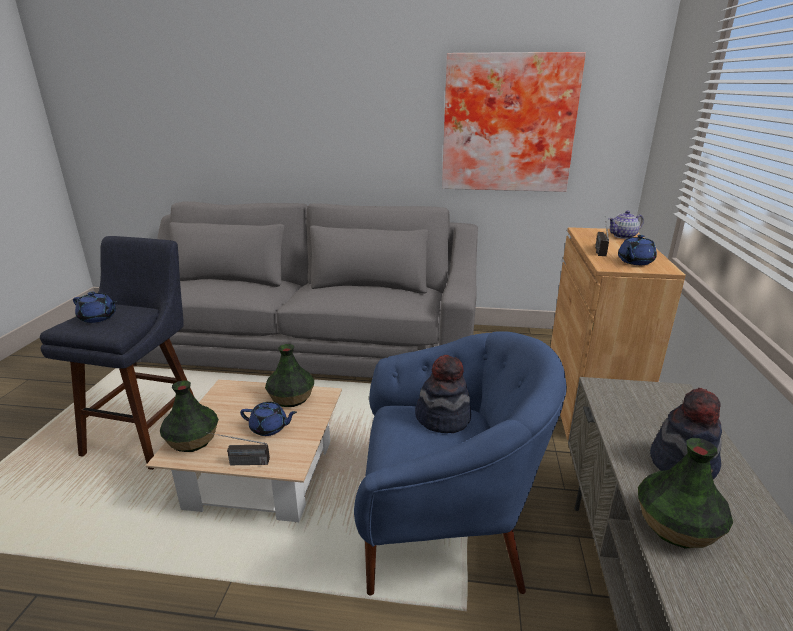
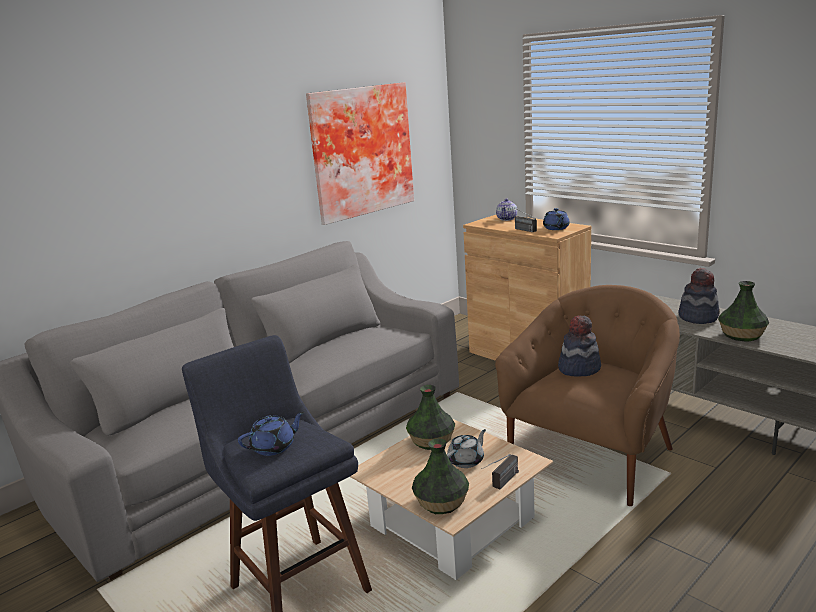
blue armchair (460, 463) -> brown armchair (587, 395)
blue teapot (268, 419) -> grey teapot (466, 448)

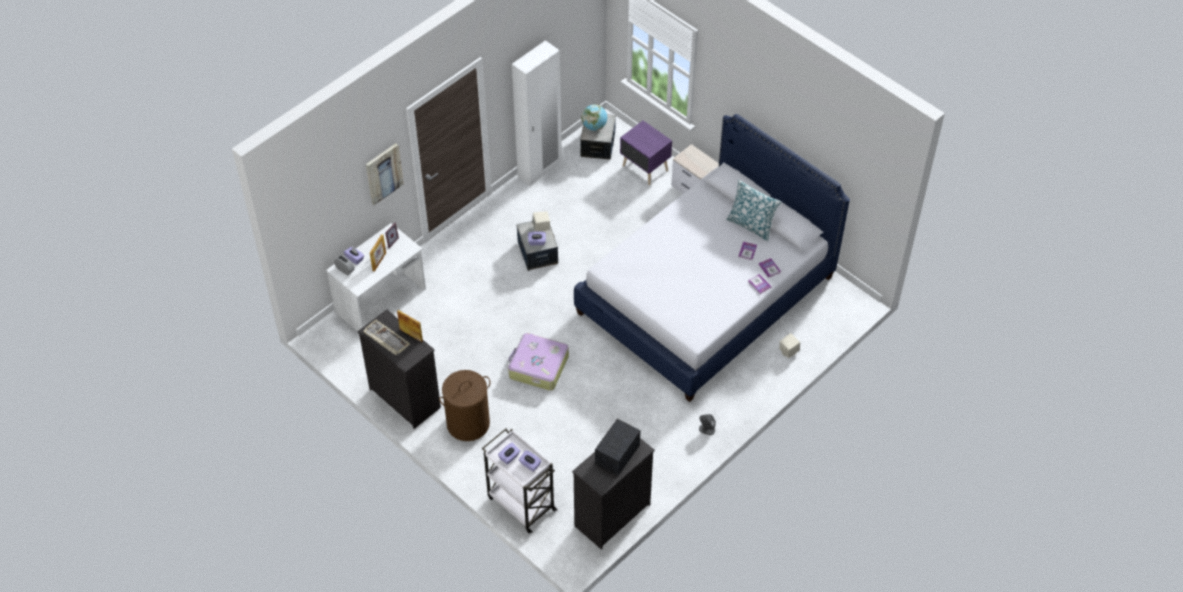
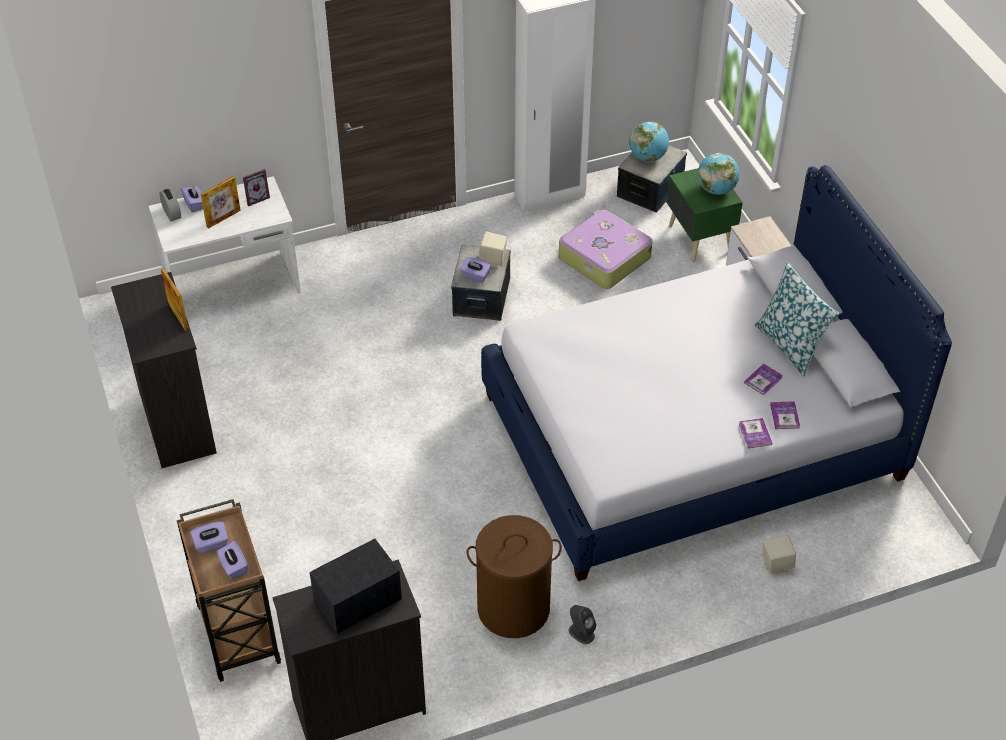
purple nightstand (646, 153) -> green nightstand (704, 215)
picture (385, 174) -> none
keyboard (386, 337) -> none
suitcase (538, 362) -> suitcase (606, 249), relocated
brown laundry basket (465, 405) -> brown laundry basket (514, 576), relocated
white cart (520, 481) -> brown cart (229, 590)
none -> globe (718, 174)

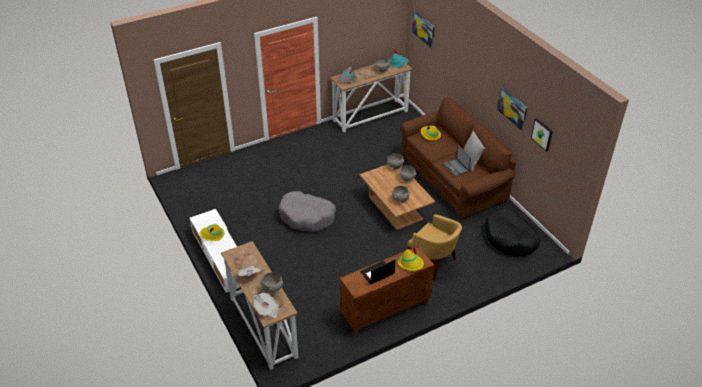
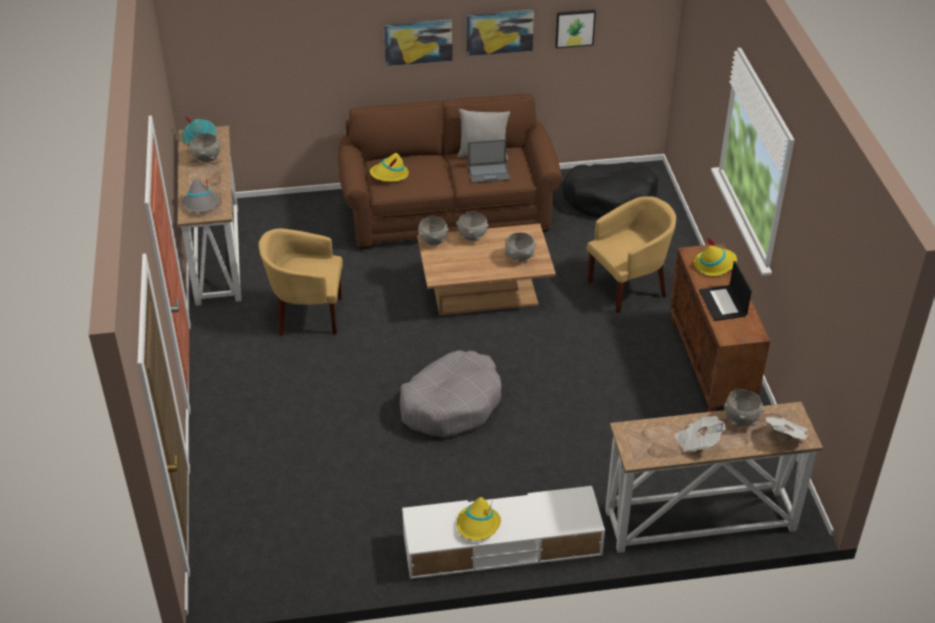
picture (423, 29) -> picture (418, 43), relocated
none -> yellow armchair (300, 282)

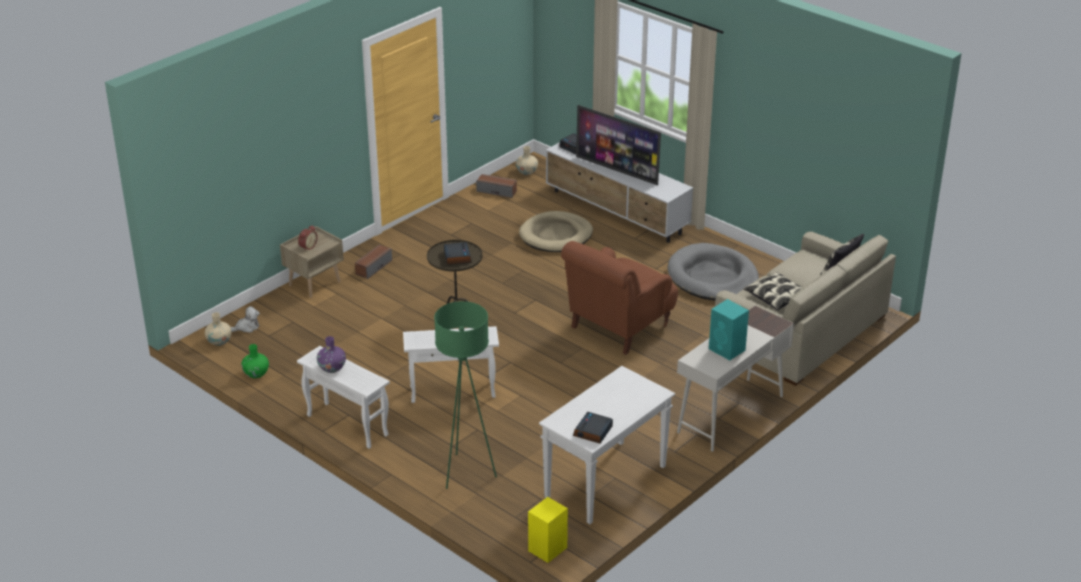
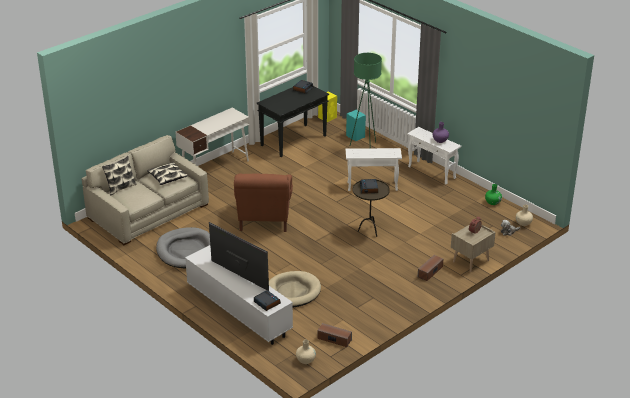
brown armchair (619, 298) -> brown armchair (263, 202), 135 degrees clockwise
turquoise speaker (729, 329) -> turquoise speaker (356, 125), relocated
white console table (607, 445) -> black console table (293, 121)

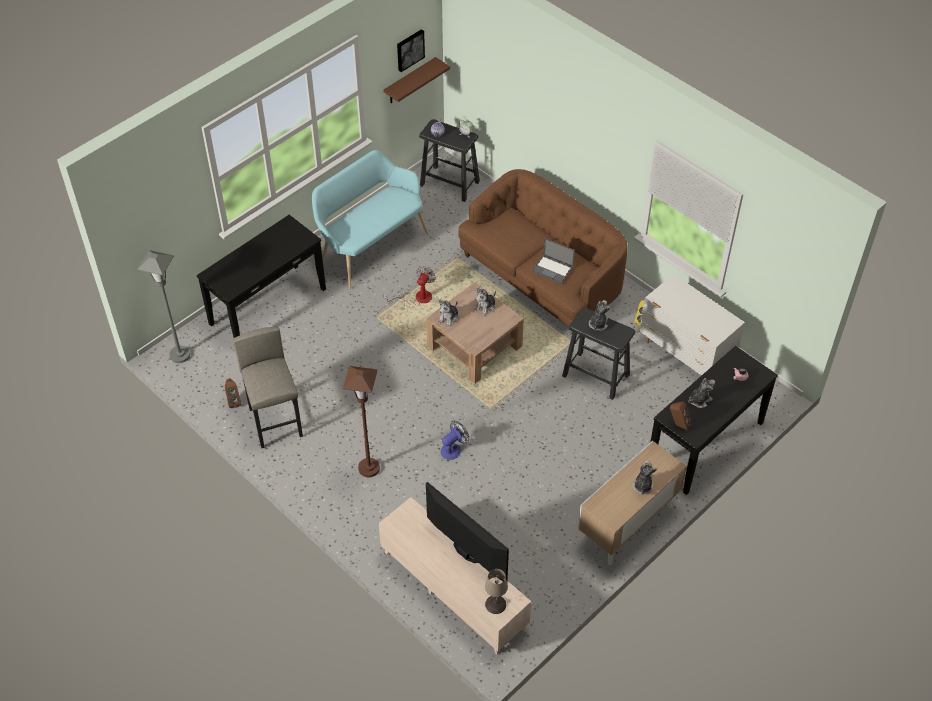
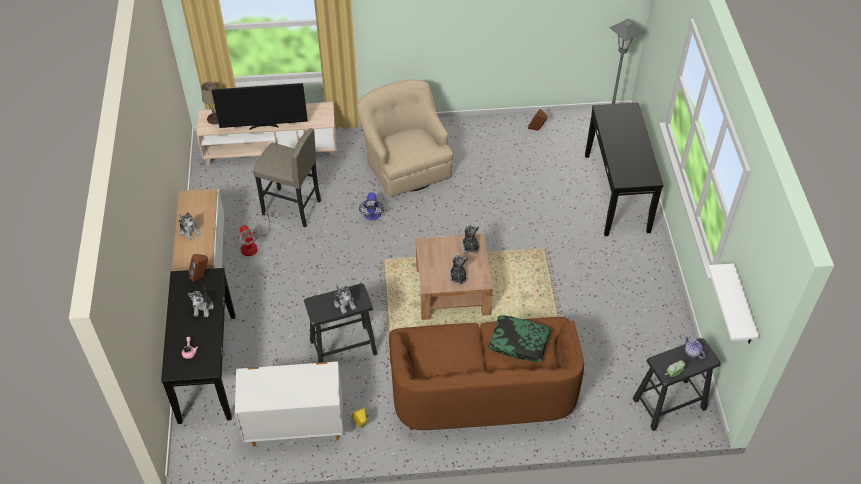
picture (411, 50) -> none
brown shelf (417, 80) -> white shelf (733, 303)
turquoise bench (370, 219) -> none
laptop (553, 261) -> none
fan (409, 286) -> fan (254, 233), relocated
grey stool (268, 387) -> grey stool (287, 177), relocated
brown floor lamp (361, 421) -> beige armchair (405, 139)
none -> pillow (519, 338)

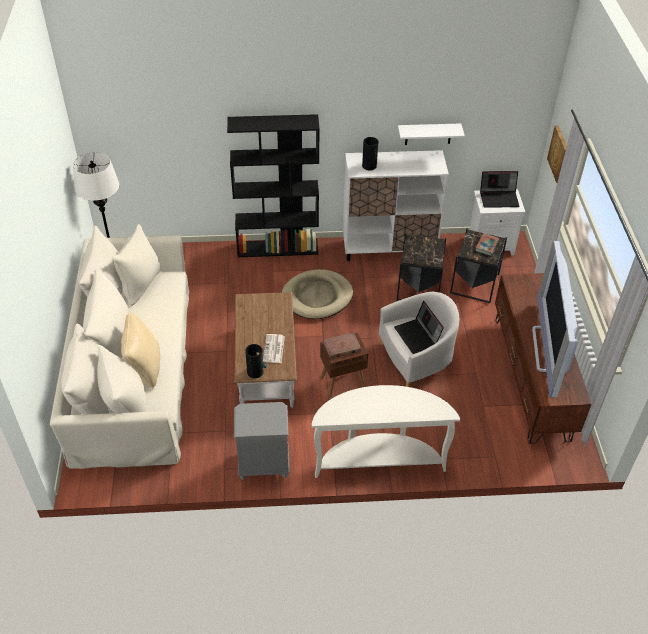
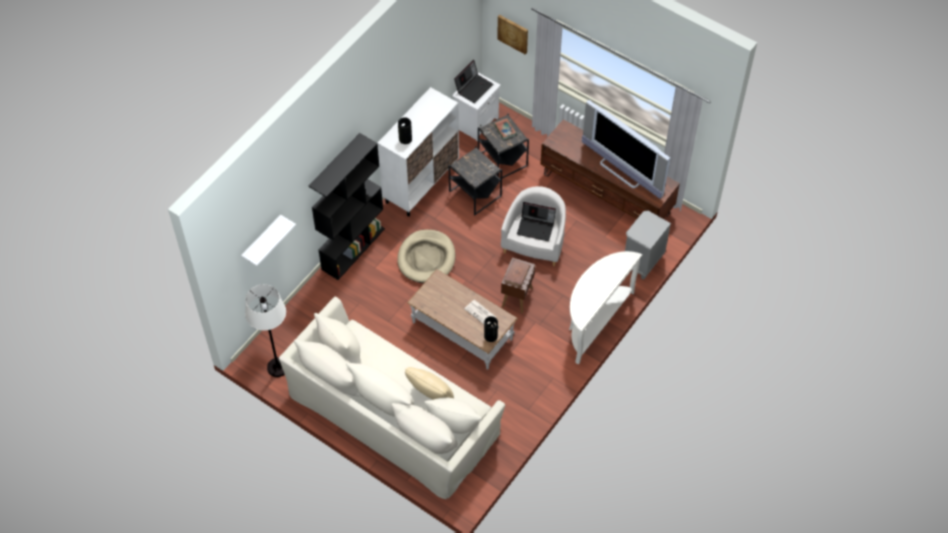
white shelf (431, 134) -> white shelf (268, 240), relocated
grey nightstand (262, 441) -> grey nightstand (648, 245), relocated

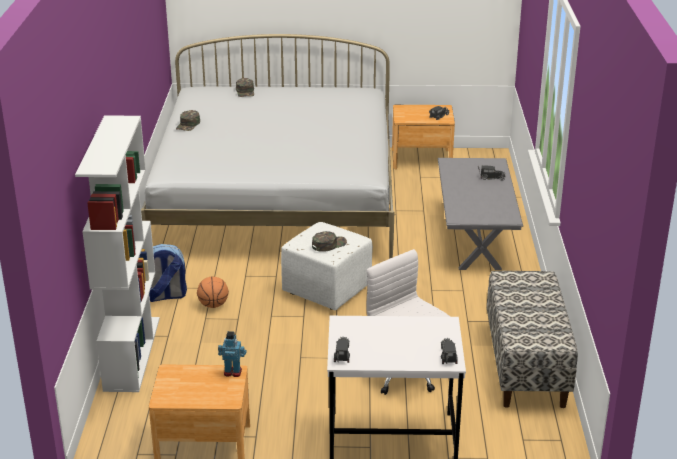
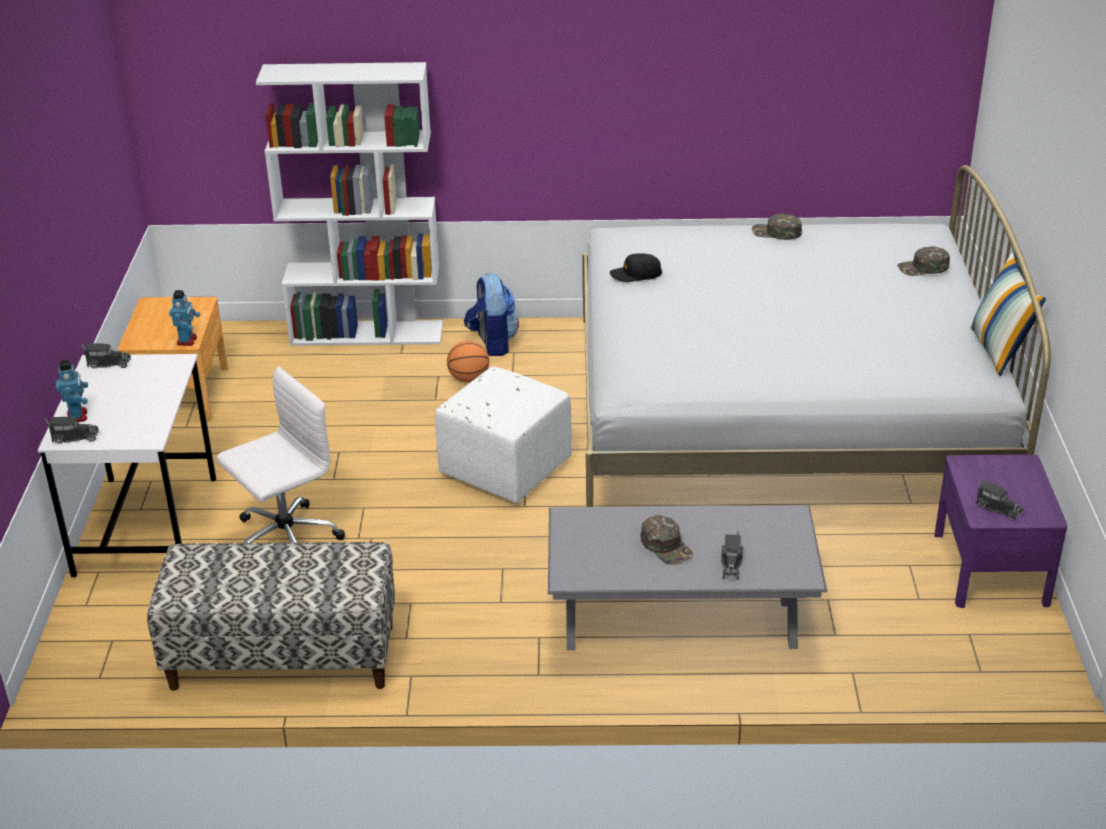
brown nightstand (423, 137) -> purple nightstand (1000, 531)
green cap (329, 241) -> green cap (667, 540), relocated
none -> pillow (1008, 314)
none -> black cap (636, 267)
none -> toy robot (72, 391)

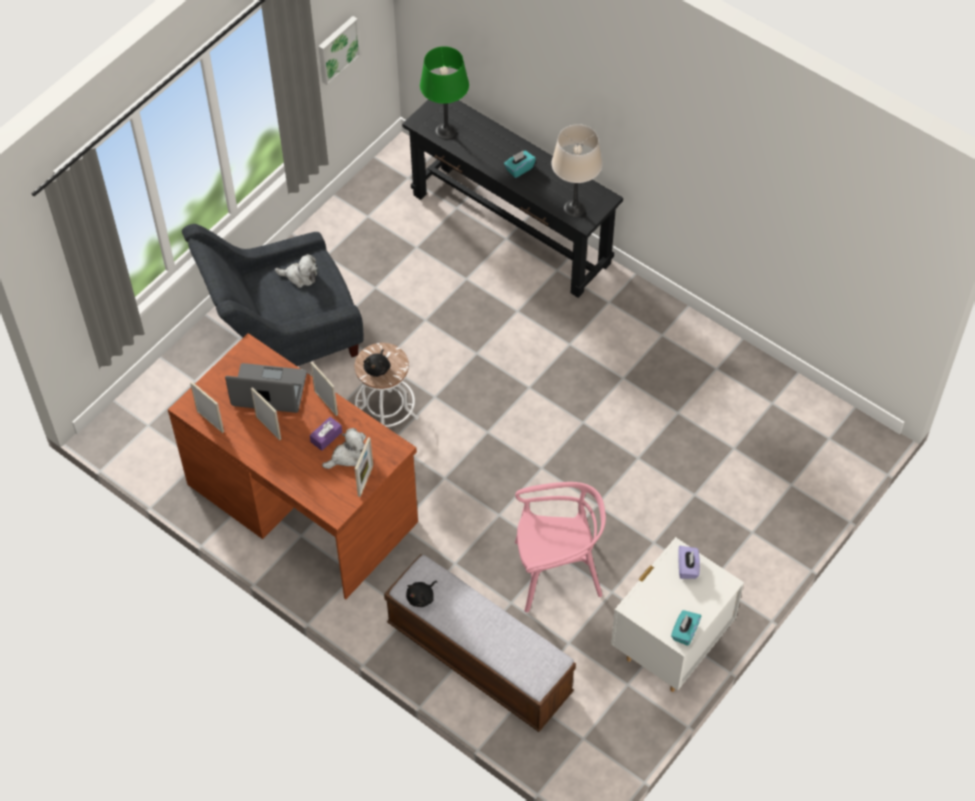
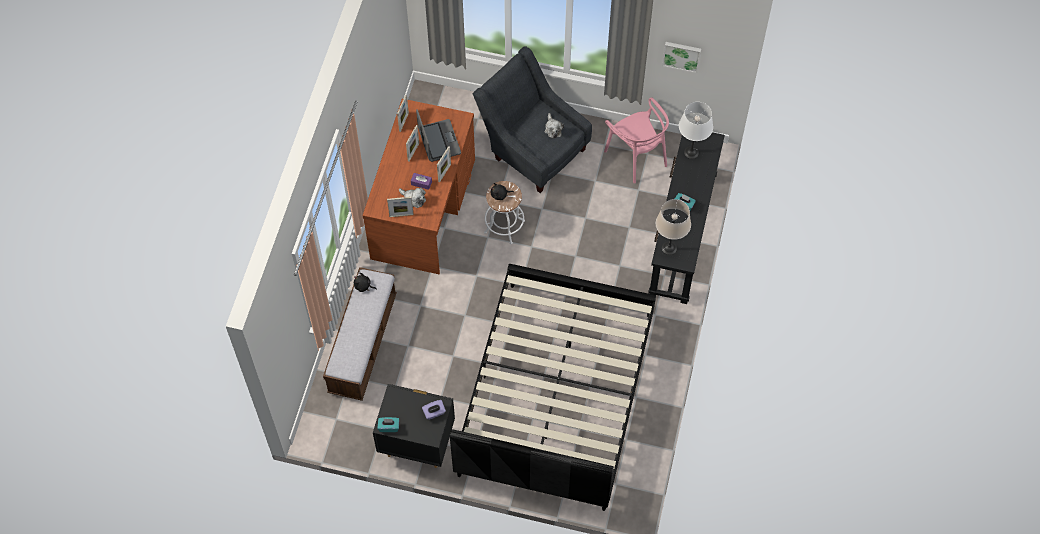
green table lamp (444, 92) -> white table lamp (696, 130)
pink chair (560, 547) -> pink chair (636, 140), relocated
white nightstand (677, 614) -> black nightstand (414, 426)
none -> black bed (553, 387)

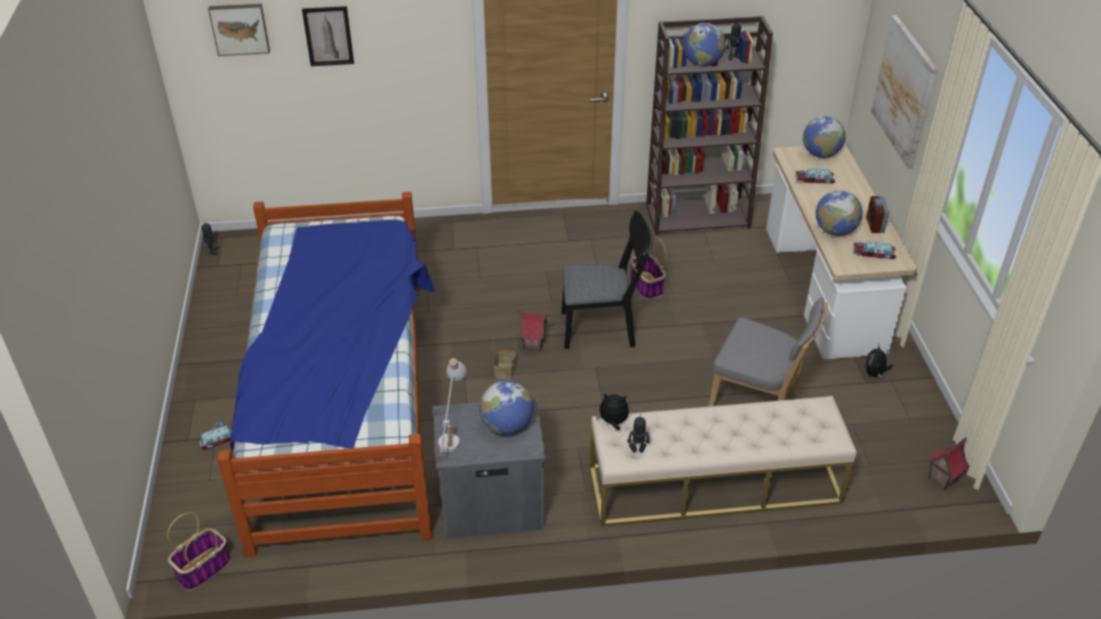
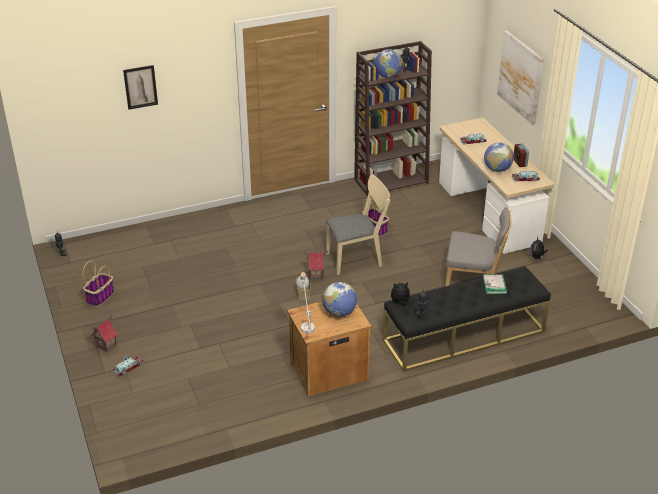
picture (239, 30) -> none
globe (824, 137) -> none
bed (326, 374) -> none
black chair (607, 279) -> beige chair (358, 224)
beige bench (723, 461) -> black bench (467, 319)
grey nightstand (489, 468) -> brown nightstand (329, 349)
toy house (948, 463) -> toy house (104, 333), relocated
basket (199, 551) -> basket (98, 284), relocated
none -> book (495, 284)

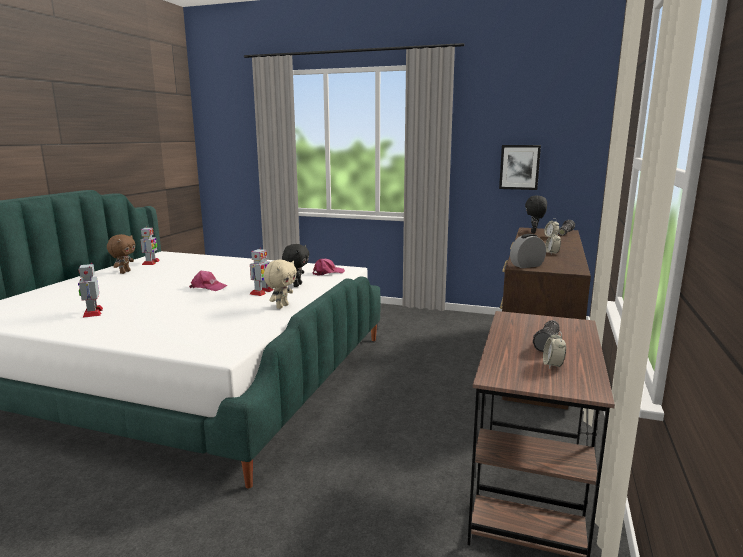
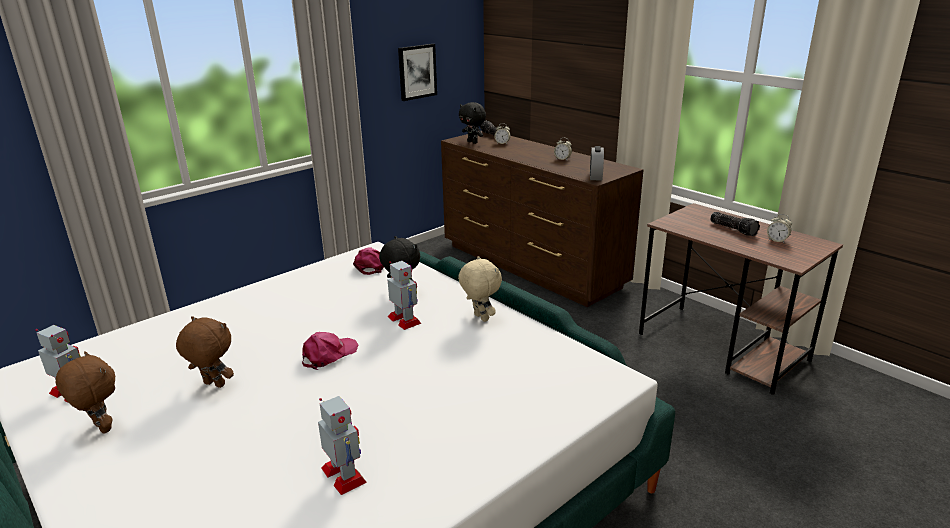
toy robot (90, 290) -> toy robot (342, 445), 135 degrees counterclockwise
none -> brown plush toy (205, 352)

